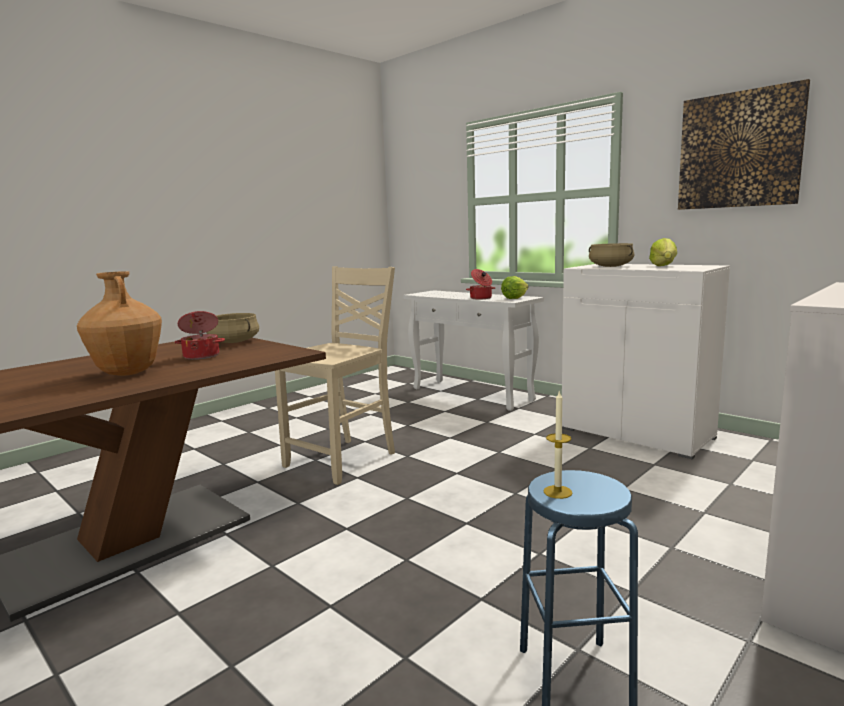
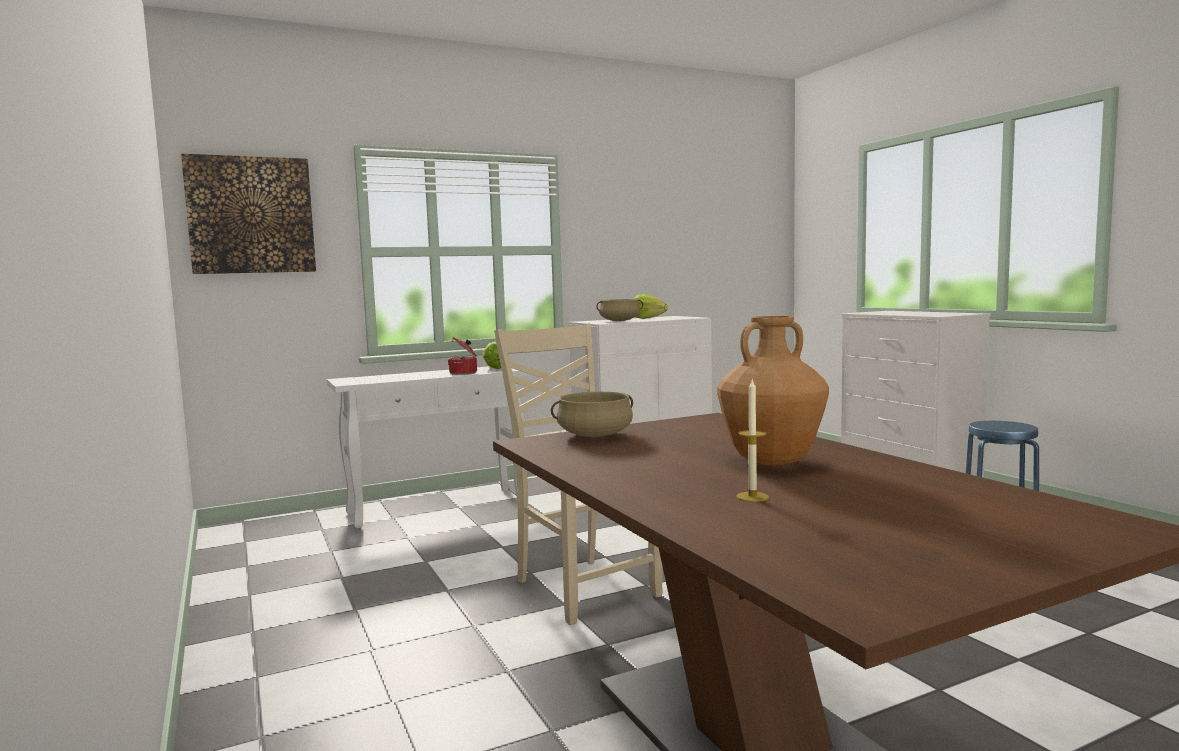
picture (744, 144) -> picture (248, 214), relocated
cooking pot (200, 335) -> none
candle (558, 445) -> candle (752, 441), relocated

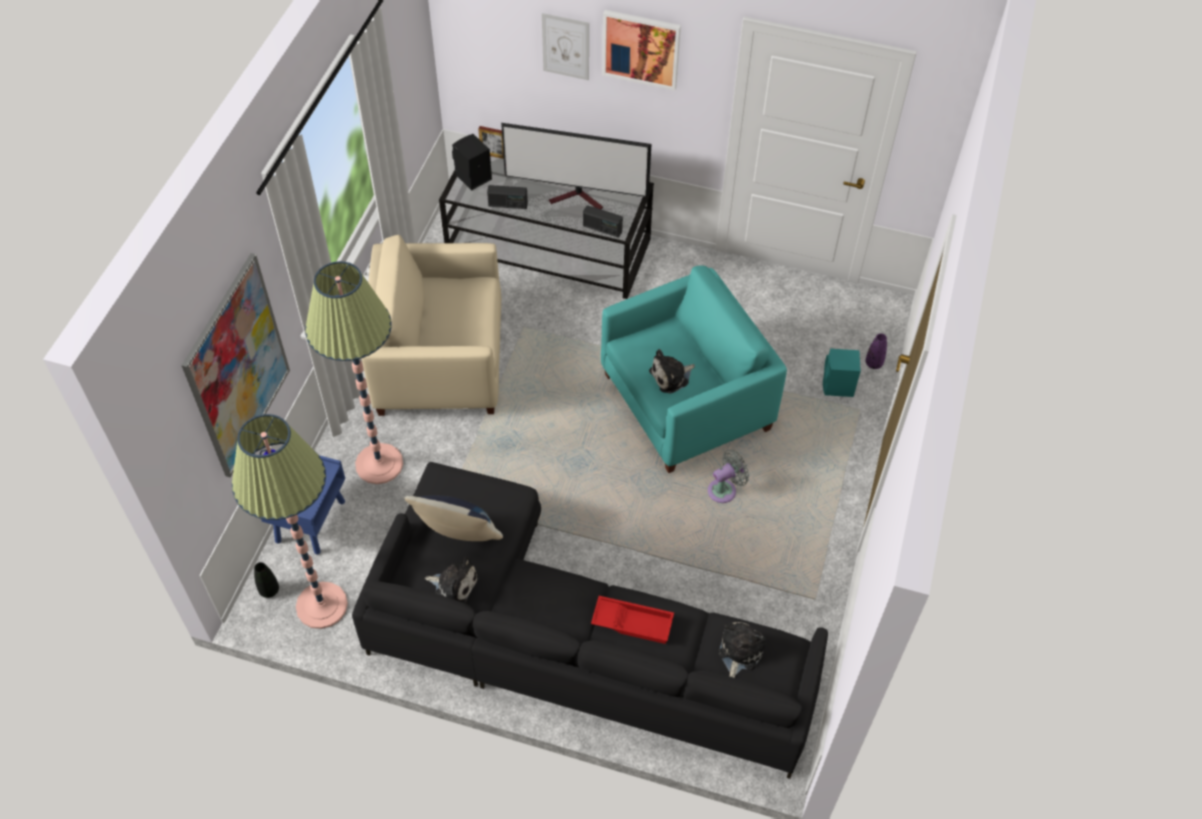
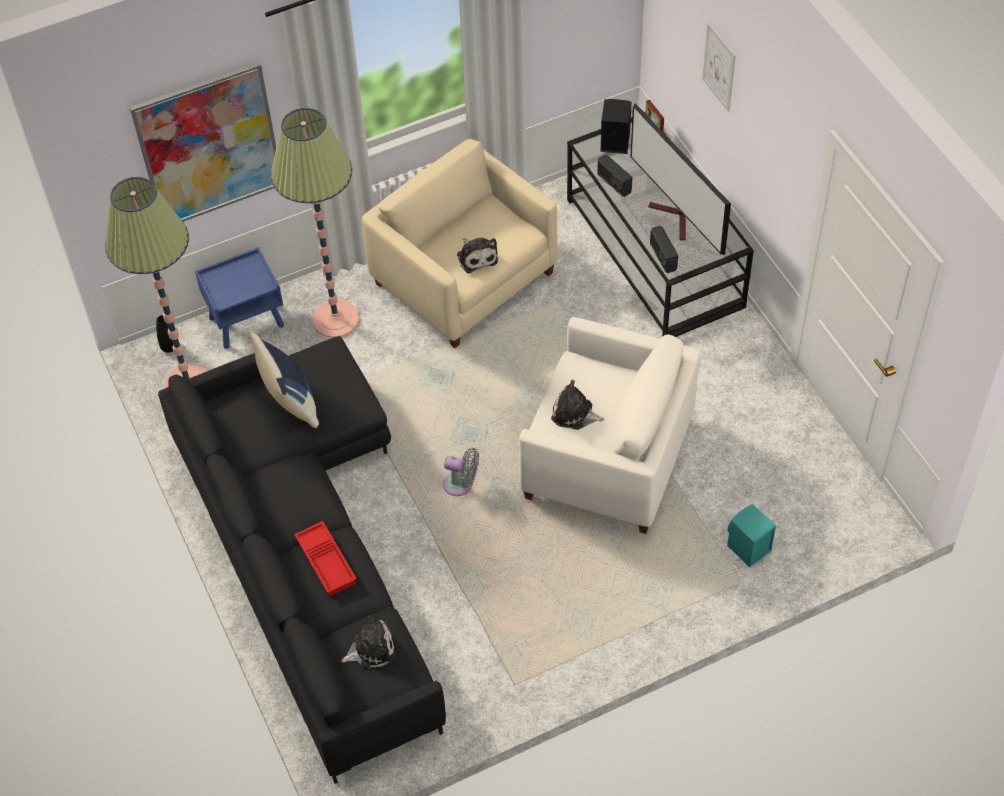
picture (641, 50) -> none
turquoise armchair (694, 369) -> white armchair (609, 425)
purple vase (876, 351) -> none
grey fan (728, 476) -> grey fan (461, 472), relocated
plush toy (452, 579) -> plush toy (477, 255), relocated

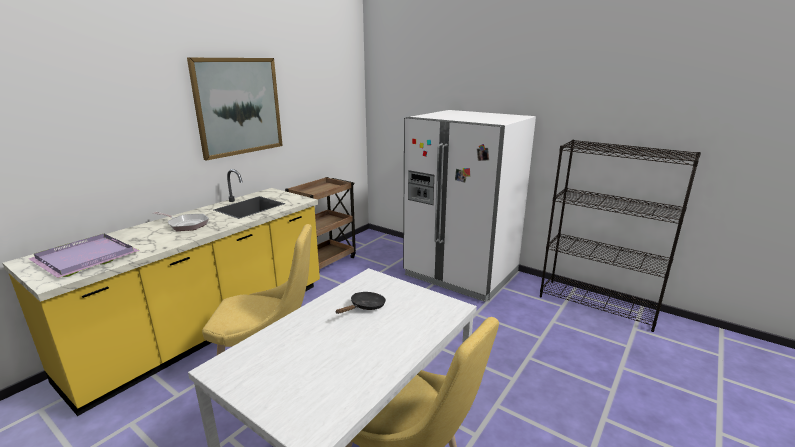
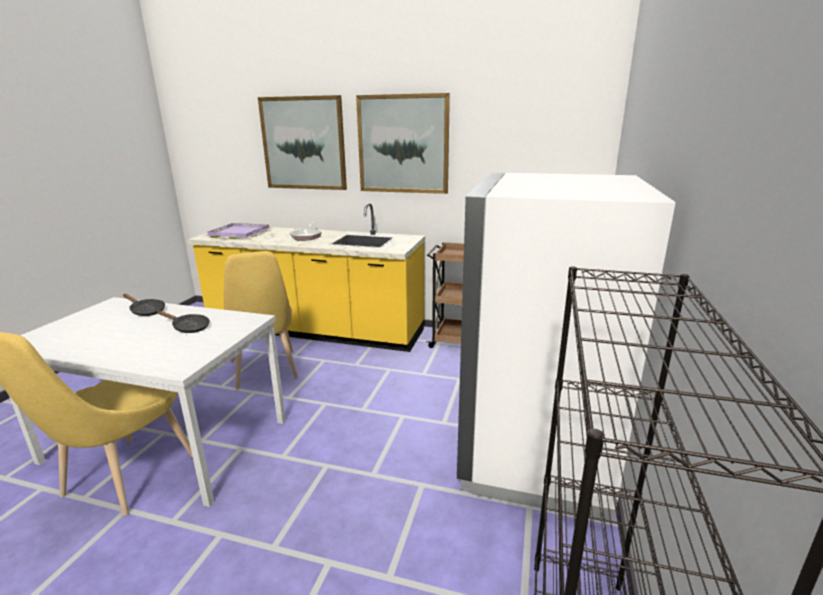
none -> picture (302, 142)
none -> black frying pan (144, 305)

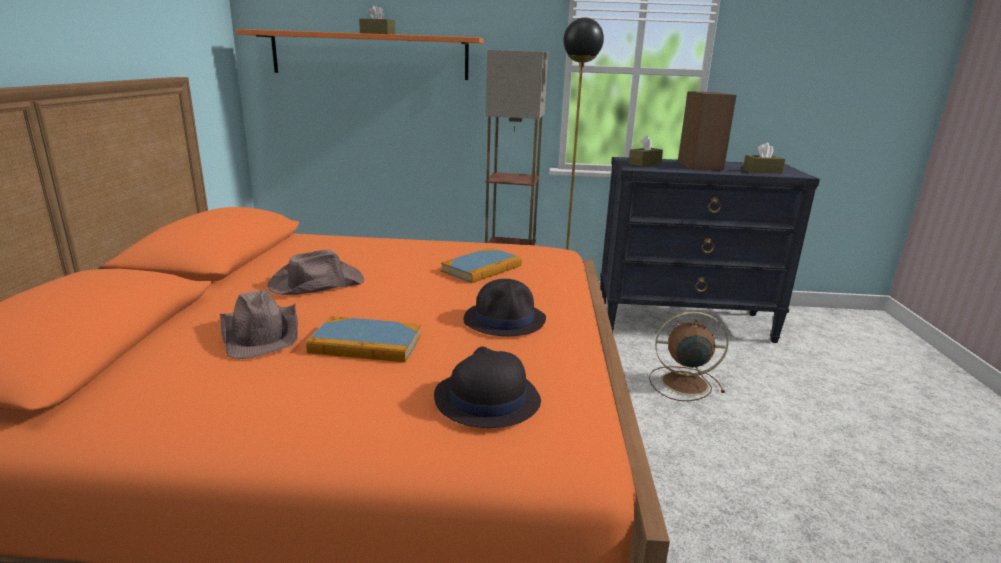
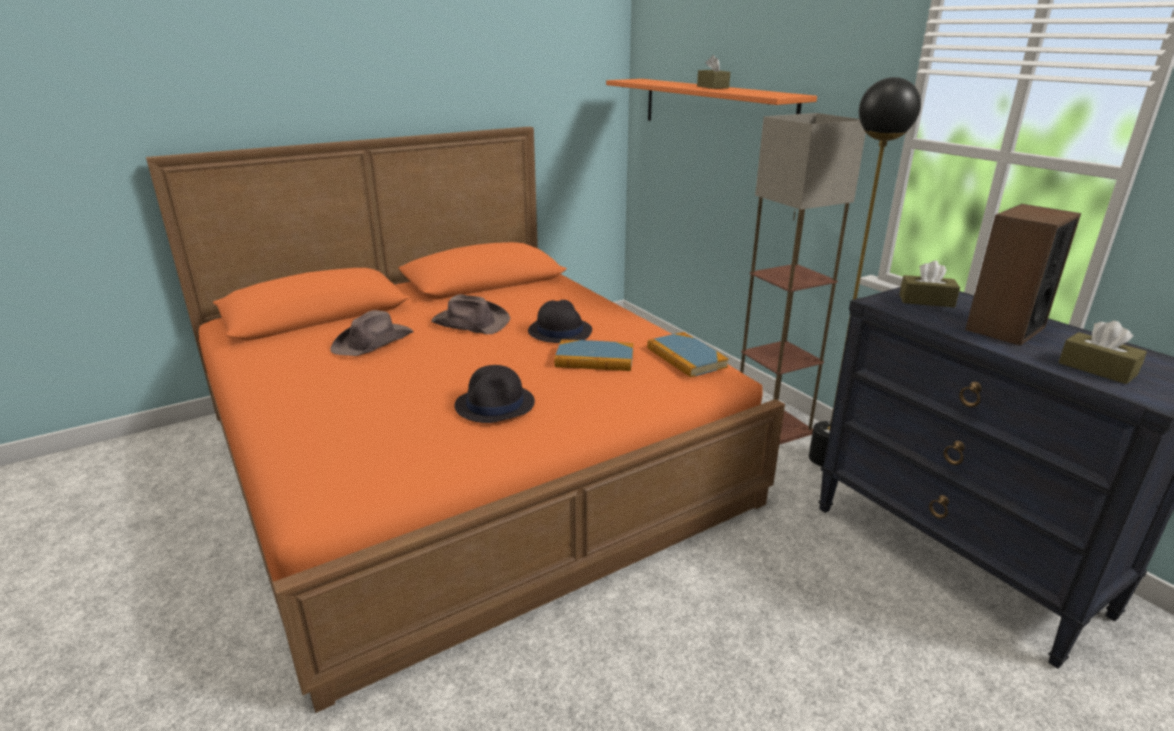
brown fan (688, 356) -> none
book (363, 339) -> book (688, 354), relocated
black hat (487, 387) -> black hat (560, 321), relocated

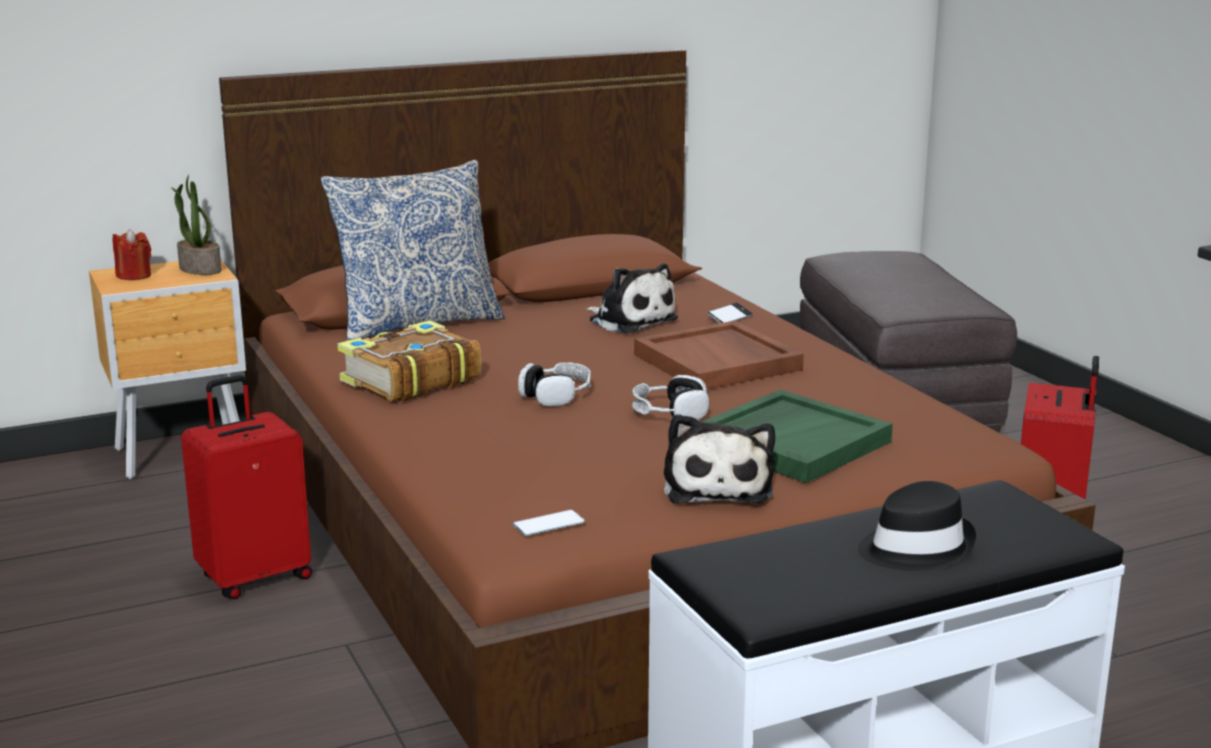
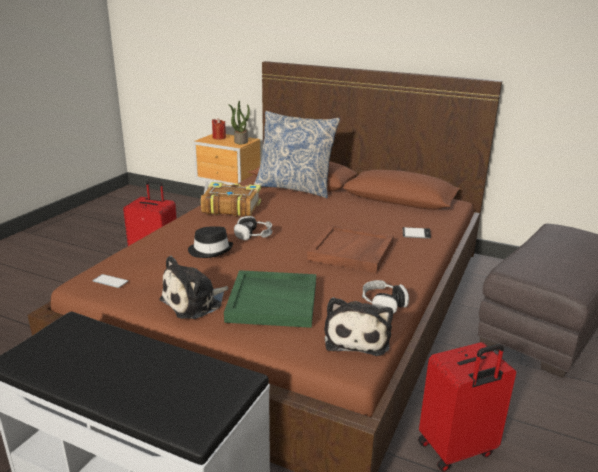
plush toy (632, 298) -> plush toy (358, 326), relocated
headphones (670, 397) -> headphones (385, 297), relocated
black hat (917, 526) -> black hat (210, 242), relocated

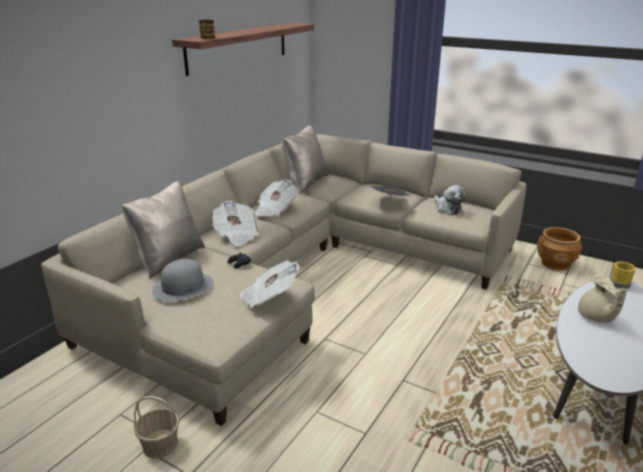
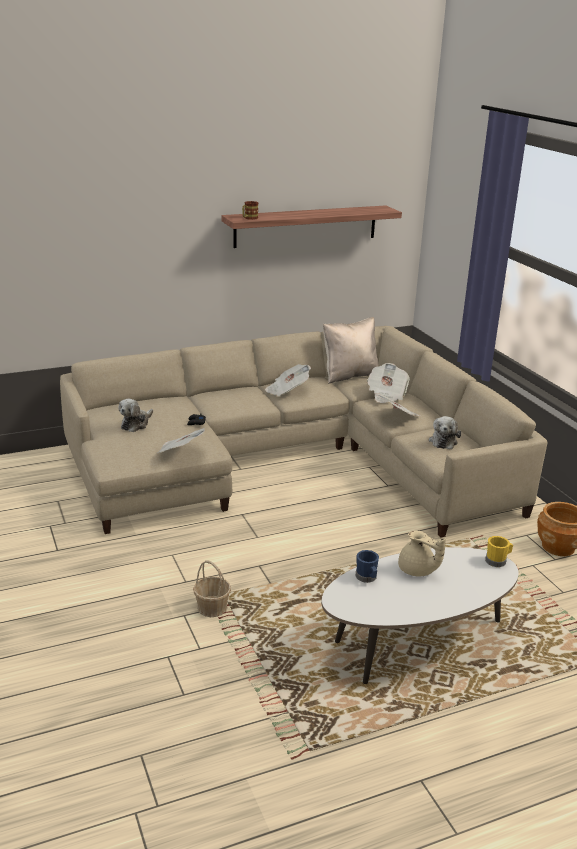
beige pillow (163, 230) -> none
newspaper (235, 223) -> newspaper (388, 383), relocated
grey hat (183, 280) -> plush toy (135, 415)
beige teapot (602, 300) -> beige teapot (422, 554), 75 degrees counterclockwise
basket (156, 427) -> basket (212, 588), relocated
none -> blue mug (367, 566)

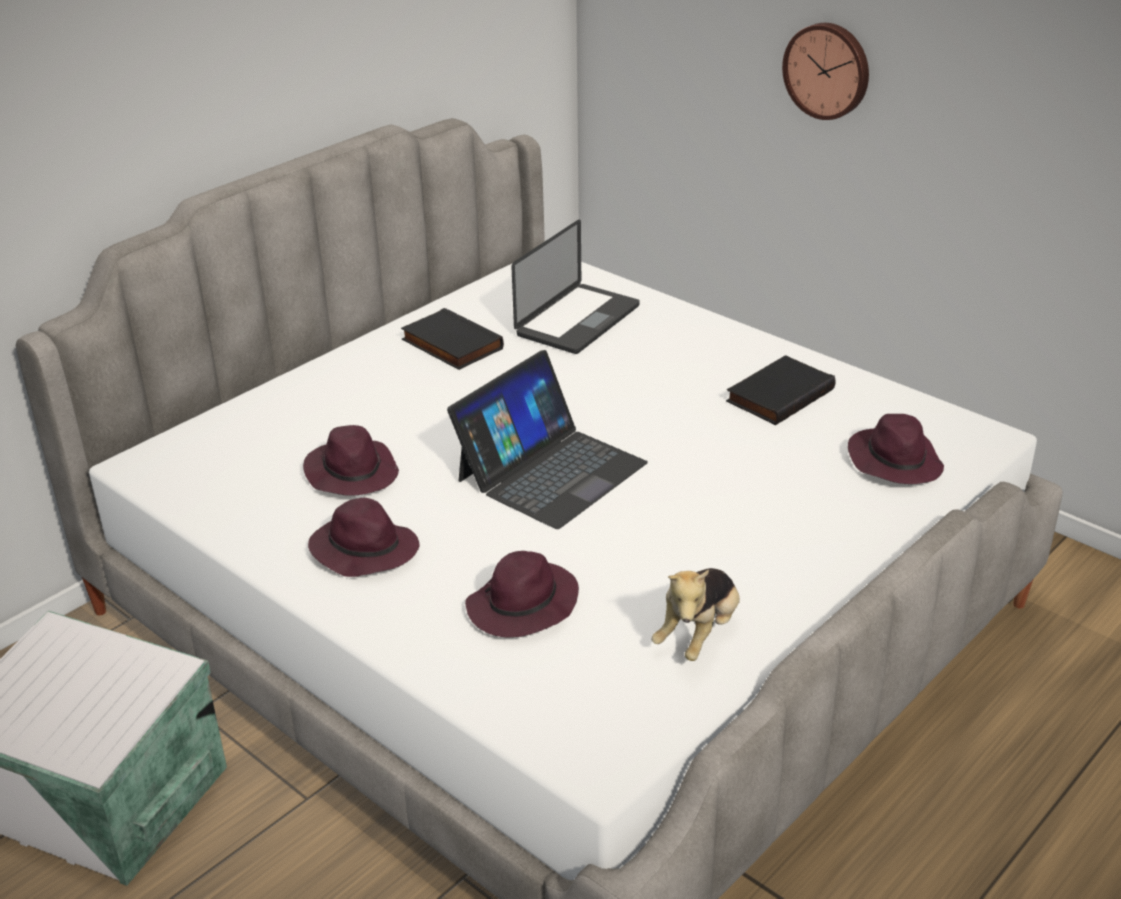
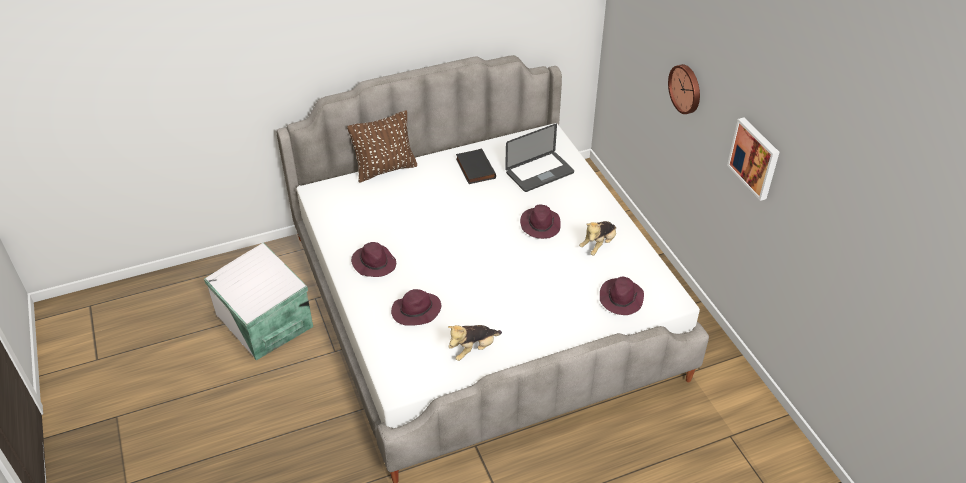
laptop (547, 439) -> none
black book (781, 390) -> plush toy (597, 238)
purple hat (351, 460) -> purple hat (540, 221), relocated
none -> brown pillow (382, 146)
none -> picture (753, 159)

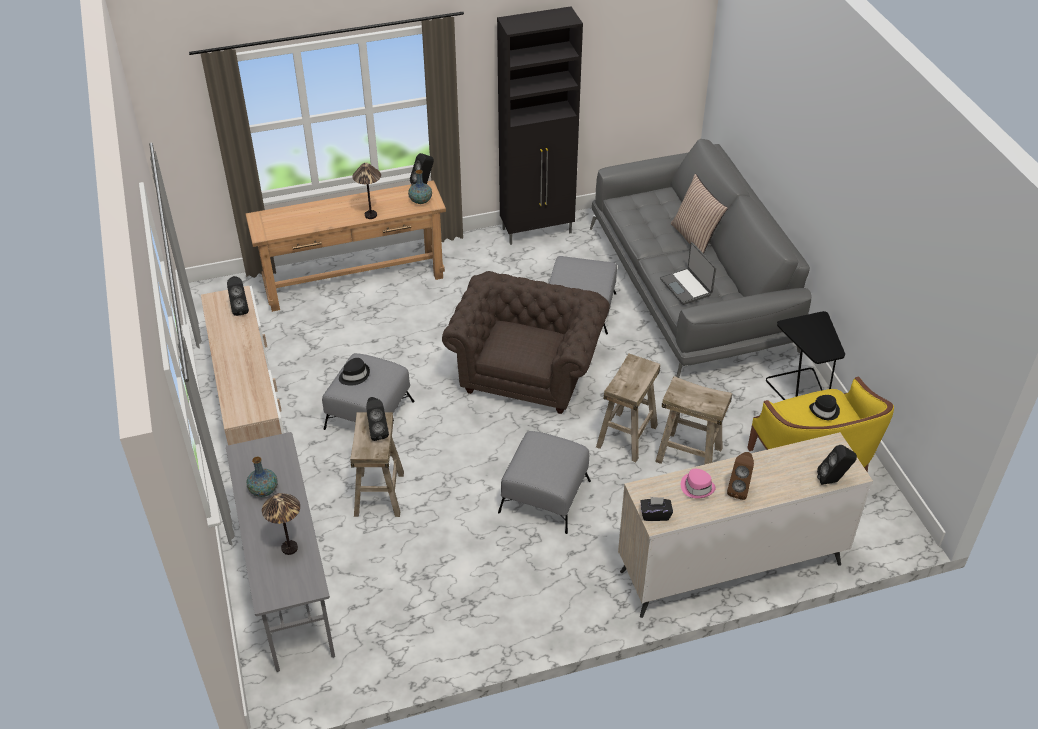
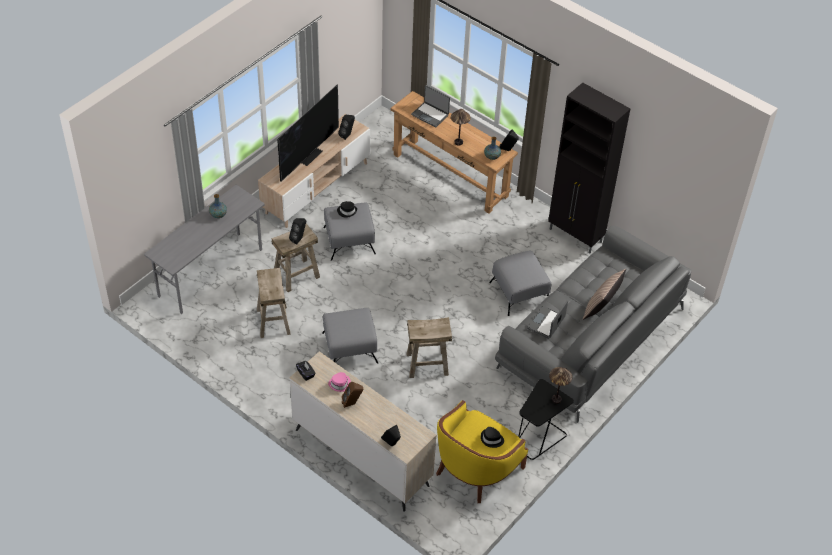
brown armchair (526, 342) -> none
beige stool (693, 420) -> beige stool (274, 303), relocated
table lamp (281, 524) -> table lamp (560, 385), relocated
none -> television (308, 133)
none -> laptop (430, 106)

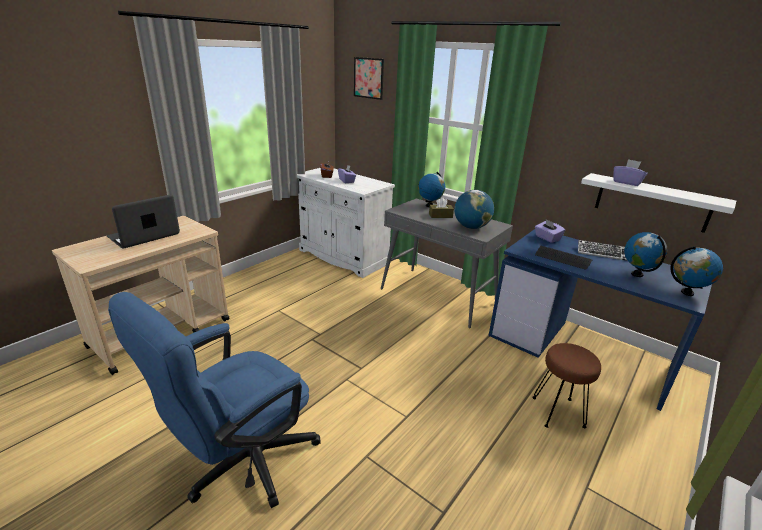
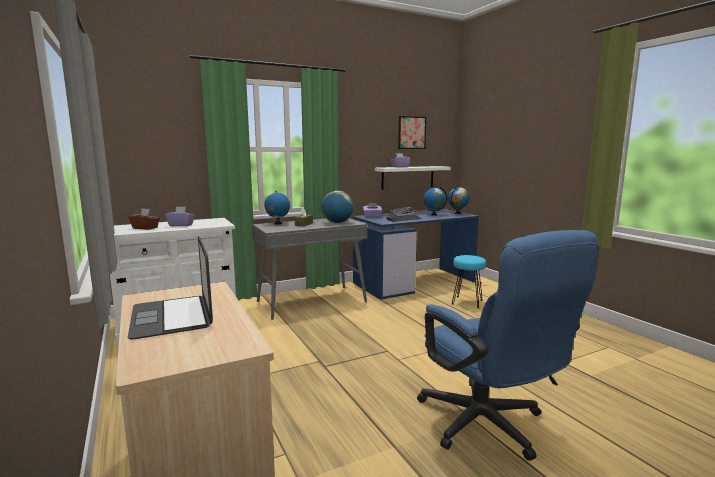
picture (369, 78) -> picture (412, 132), relocated
brown stool (567, 385) -> turquoise stool (469, 281)

